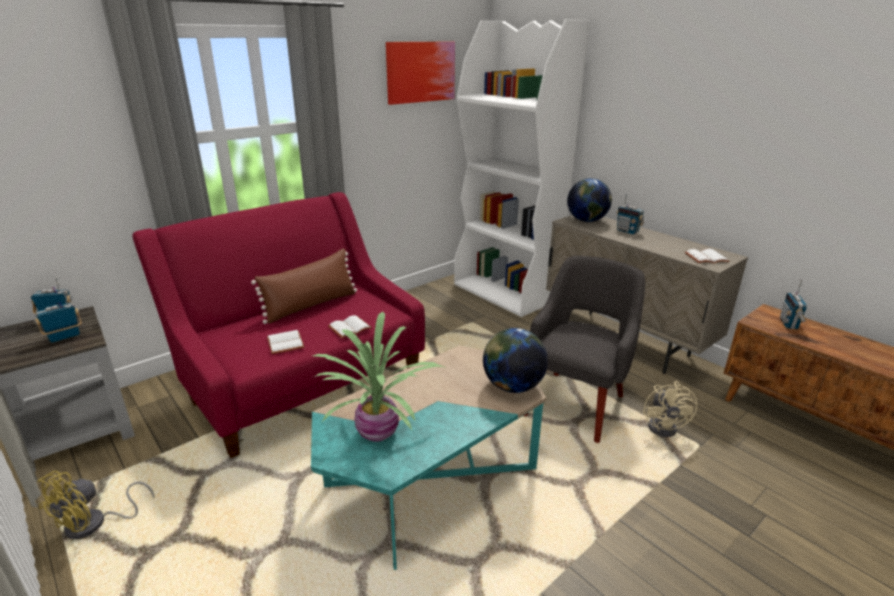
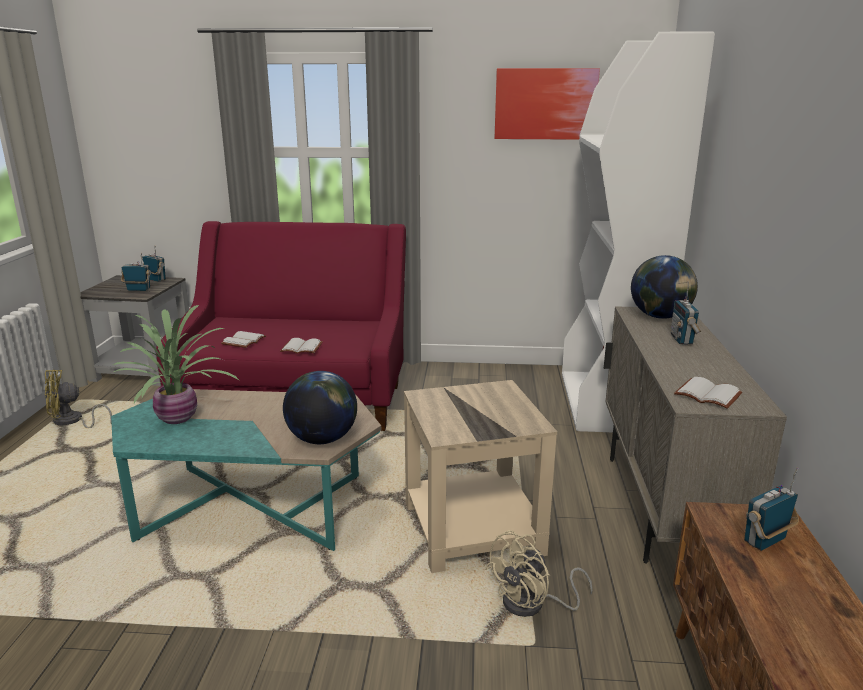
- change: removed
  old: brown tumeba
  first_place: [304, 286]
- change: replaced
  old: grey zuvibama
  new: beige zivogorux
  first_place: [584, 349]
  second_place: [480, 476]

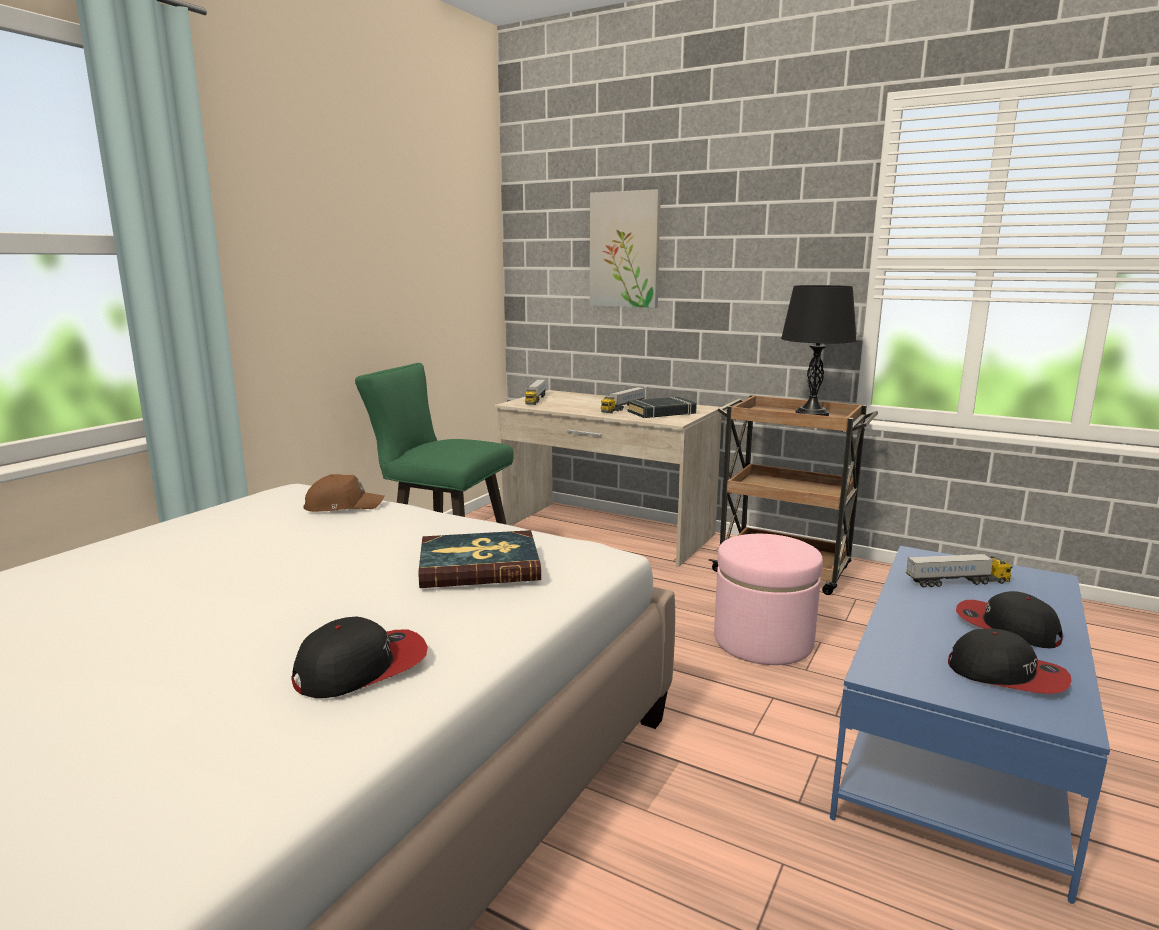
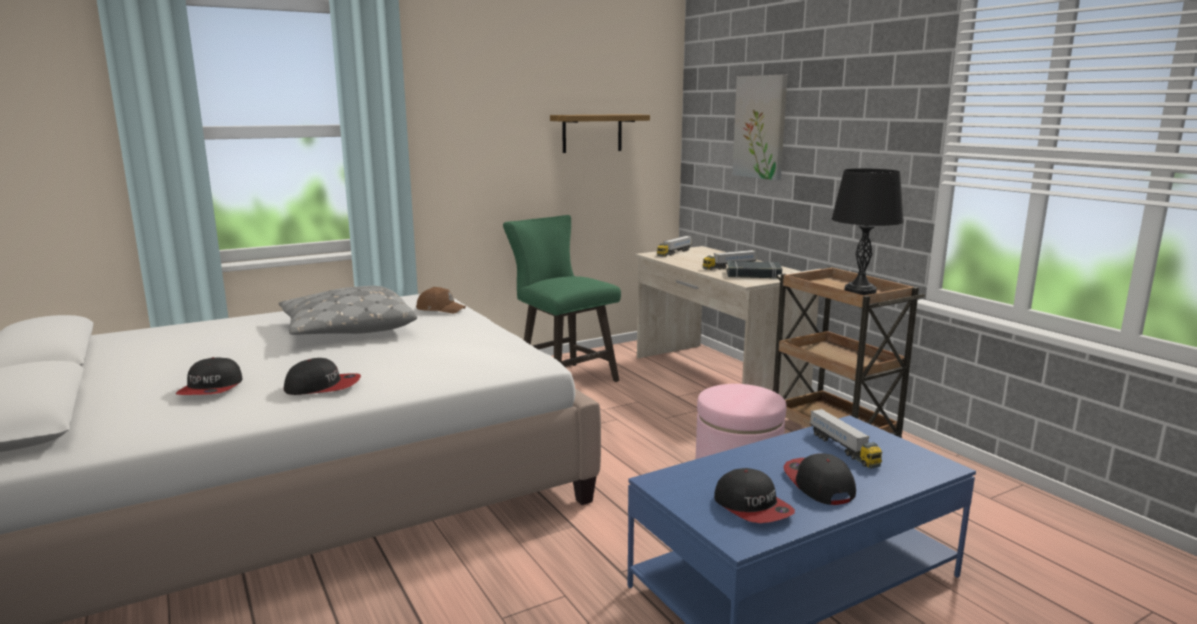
- change: removed
  old: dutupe
  first_place: [479, 559]
- change: turned
  old: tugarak
  first_place: [959, 570]
  second_place: [846, 439]
  degrees: 45
- change: added
  new: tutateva
  second_place: [600, 133]
- change: added
  new: grey tumeba
  second_place: [348, 310]
- change: added
  new: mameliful
  second_place: [209, 376]

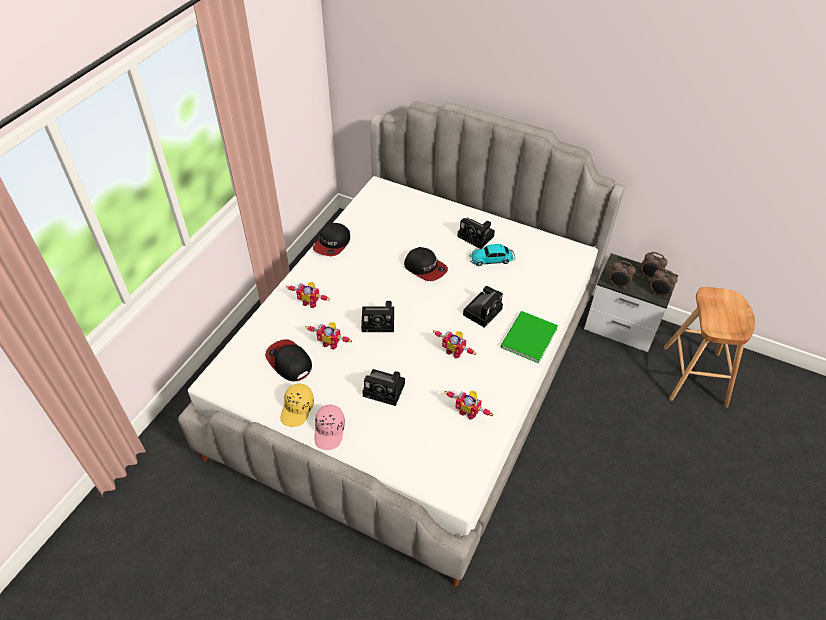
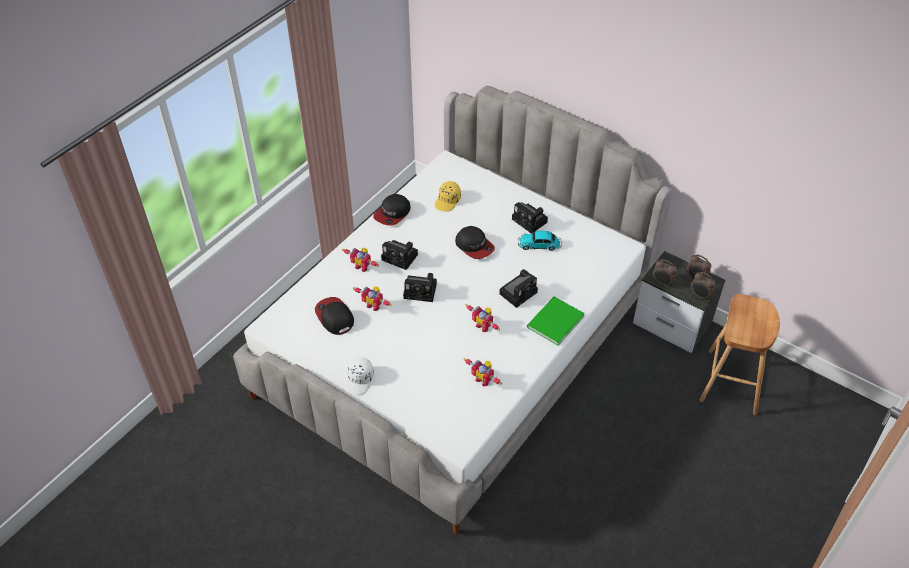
- change: moved
  old: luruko
  first_place: [383, 387]
  second_place: [399, 255]
- change: moved
  old: yellow mameliful
  first_place: [297, 405]
  second_place: [448, 196]
- change: recoloured
  old: pink mameliful
  new: white mameliful
  first_place: [329, 427]
  second_place: [359, 376]

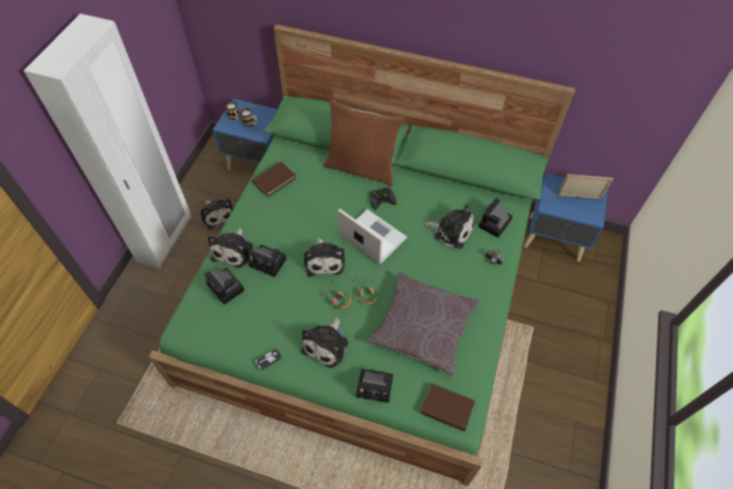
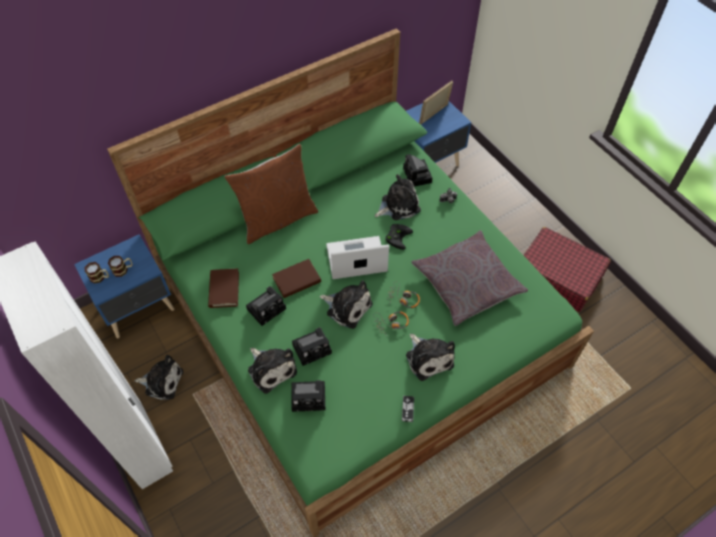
- change: moved
  old: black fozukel
  first_place: [383, 199]
  second_place: [399, 237]
- change: moved
  old: luruko
  first_place: [374, 386]
  second_place: [266, 306]
- change: moved
  old: brown dutupe
  first_place: [448, 408]
  second_place: [296, 278]
- change: added
  new: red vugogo
  second_place: [567, 269]

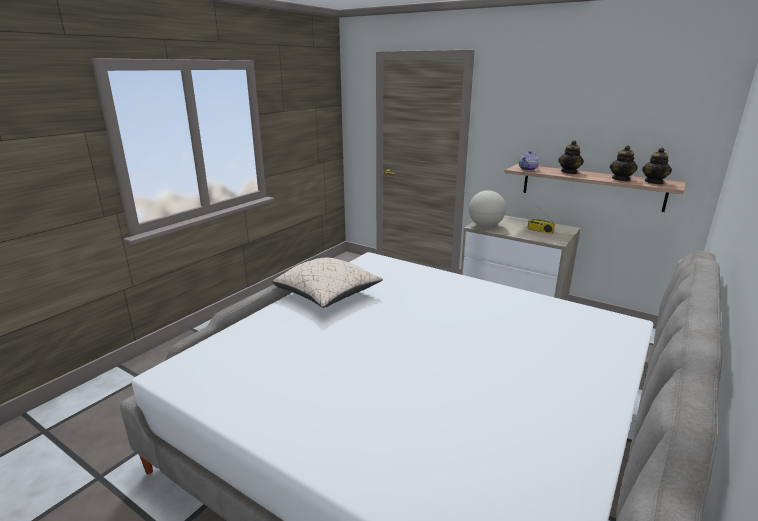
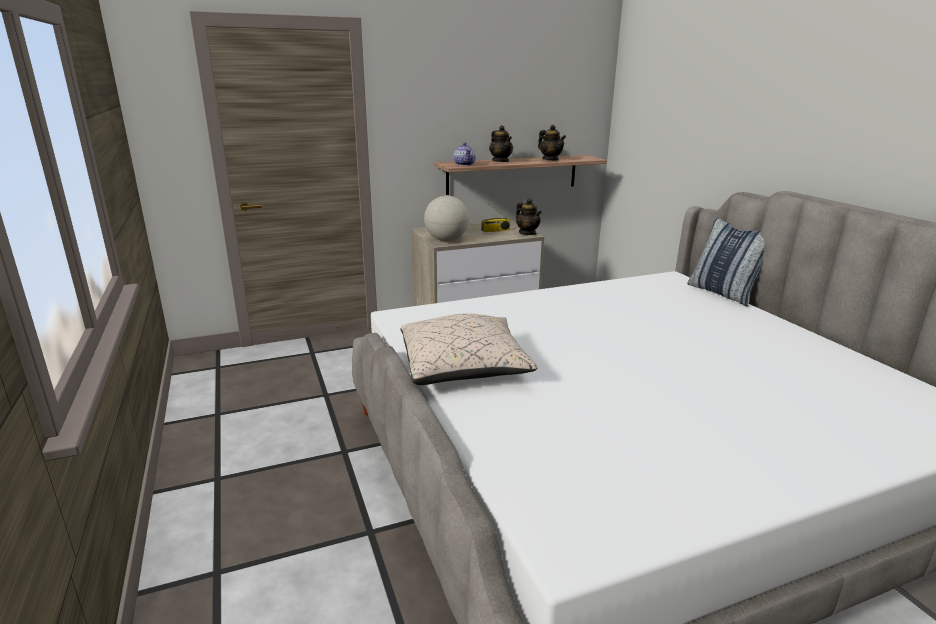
- change: moved
  old: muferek
  first_place: [657, 165]
  second_place: [529, 216]
- change: added
  new: tumeba
  second_place: [726, 261]

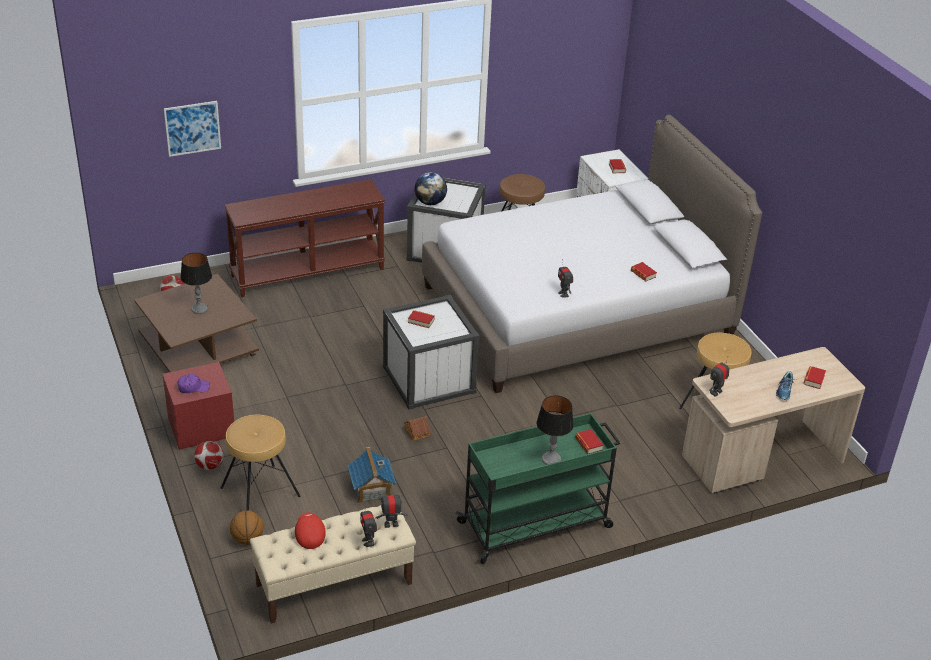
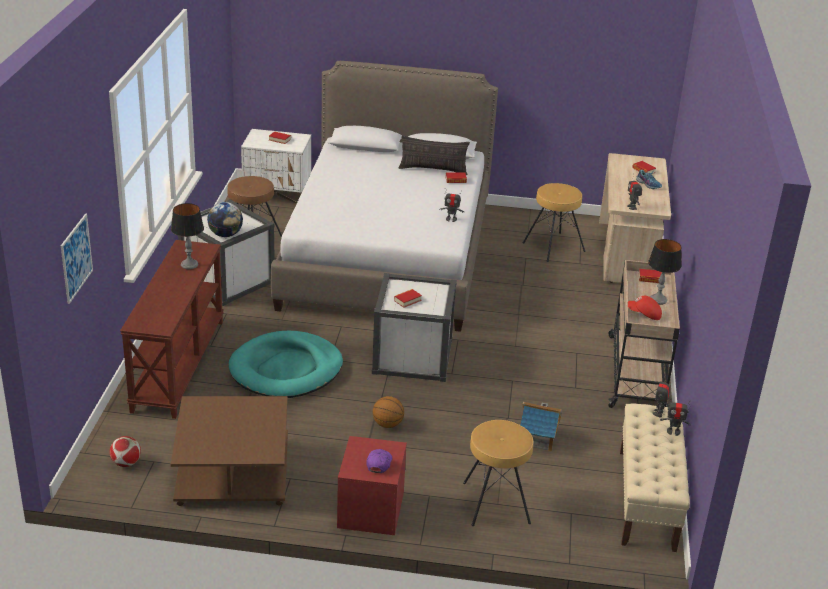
- change: moved
  old: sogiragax
  first_place: [196, 283]
  second_place: [187, 236]
- change: recoloured
  old: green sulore
  new: beige sulore
  first_place: [537, 488]
  second_place: [644, 334]
- change: removed
  old: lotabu
  first_place: [417, 428]
- change: removed
  old: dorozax
  first_place: [209, 455]
- change: moved
  old: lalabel
  first_place: [247, 527]
  second_place: [388, 412]
- change: moved
  old: red mameliful
  first_place: [310, 530]
  second_place: [645, 308]
- change: added
  new: tumeba
  second_place: [434, 155]
- change: added
  new: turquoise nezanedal
  second_place: [286, 364]

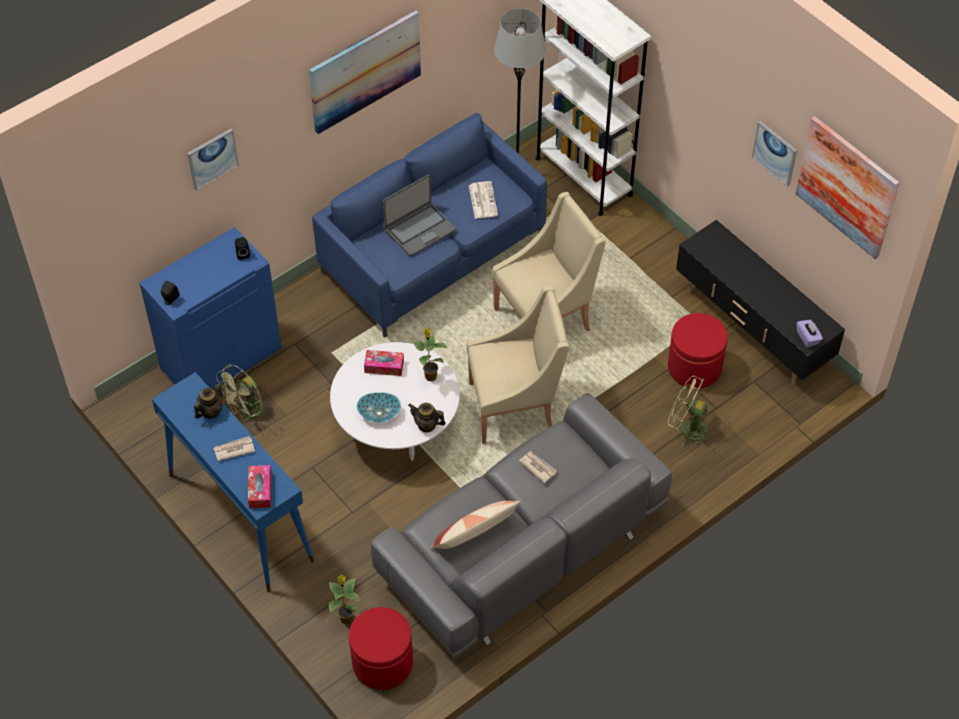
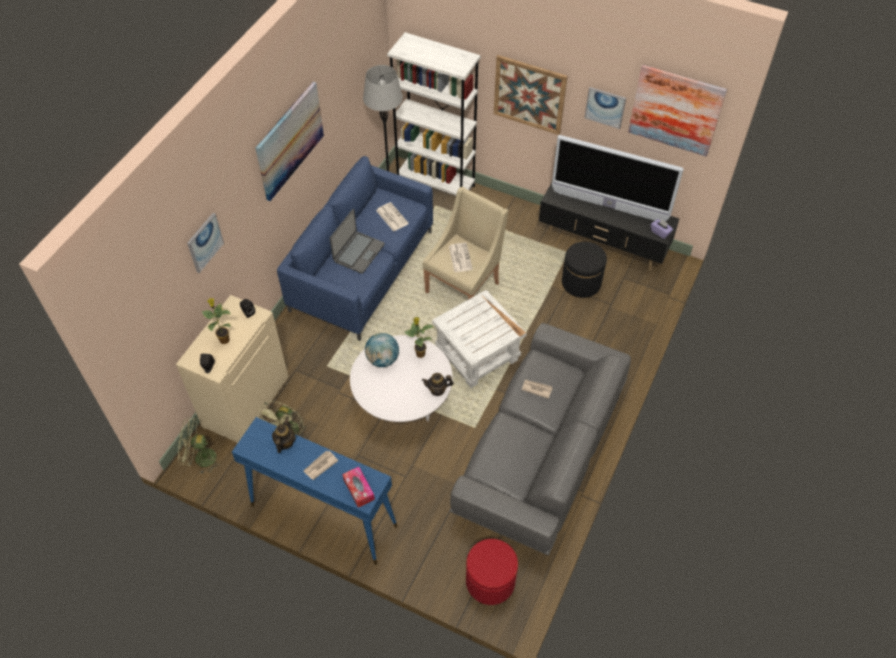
- change: recoloured
  old: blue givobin
  new: beige givobin
  first_place: [210, 308]
  second_place: [232, 369]
- change: replaced
  old: beige zuvibama
  new: white zivogorux
  first_place: [517, 365]
  second_place: [479, 339]
- change: recoloured
  old: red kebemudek
  new: black kebemudek
  first_place: [698, 351]
  second_place: [584, 270]
- change: replaced
  old: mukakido
  new: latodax
  first_place: [384, 363]
  second_place: [382, 350]
- change: moved
  old: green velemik
  first_place: [689, 412]
  second_place: [200, 445]
- change: removed
  old: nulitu
  first_place: [379, 407]
- change: removed
  old: tumeba
  first_place: [475, 524]
- change: moved
  old: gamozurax
  first_place: [344, 600]
  second_place: [216, 321]
- change: added
  new: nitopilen
  second_place: [530, 95]
- change: added
  new: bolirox
  second_place: [618, 178]
- change: added
  new: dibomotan
  second_place: [461, 257]

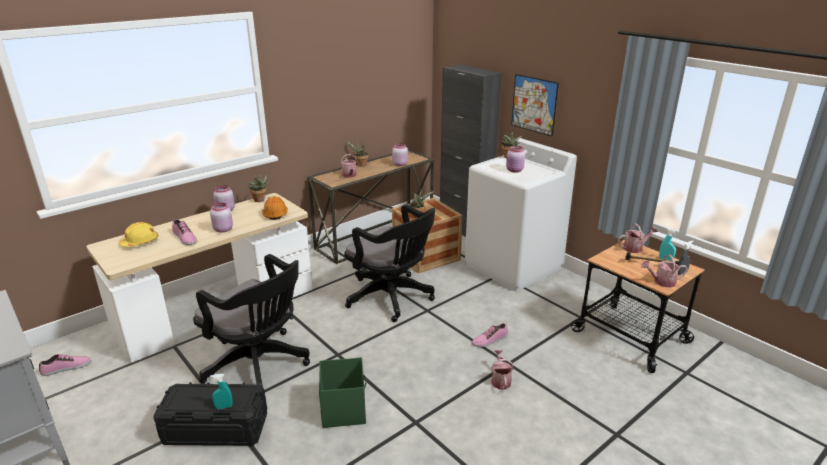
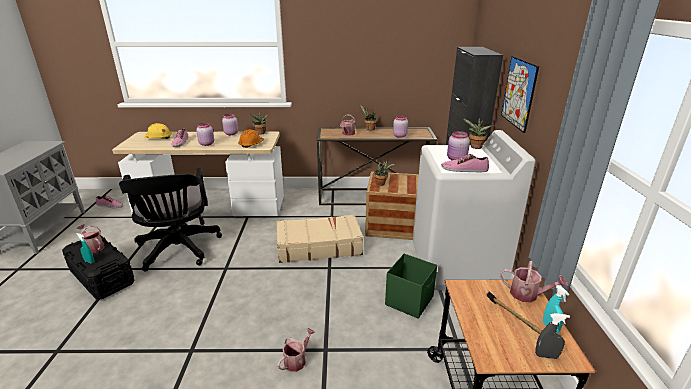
- change: replaced
  old: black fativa
  new: beige vugogo
  first_place: [389, 263]
  second_place: [320, 238]
- change: moved
  old: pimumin
  first_place: [664, 271]
  second_place: [91, 238]
- change: moved
  old: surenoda
  first_place: [490, 335]
  second_place: [465, 163]
- change: moved
  old: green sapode
  first_place: [343, 392]
  second_place: [411, 286]

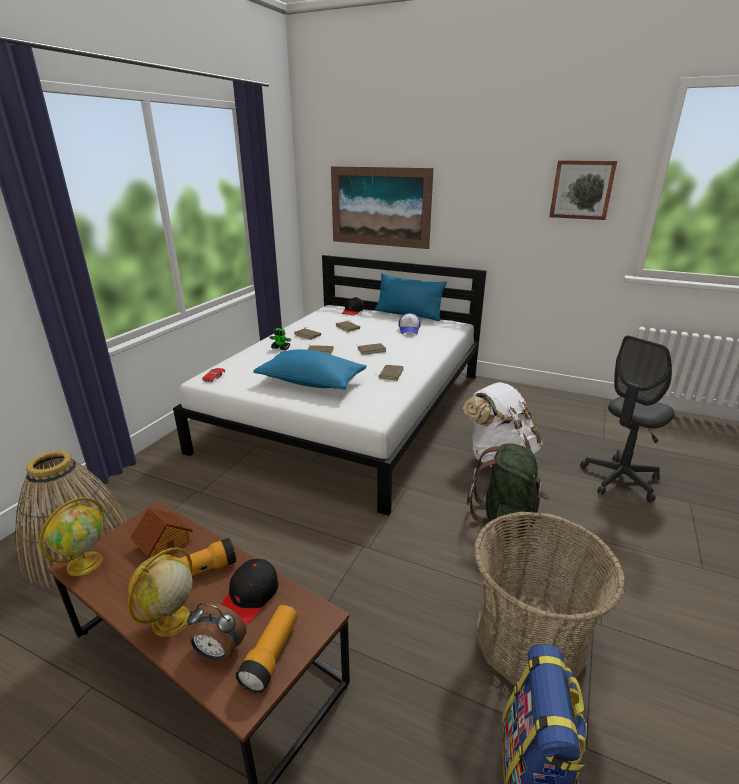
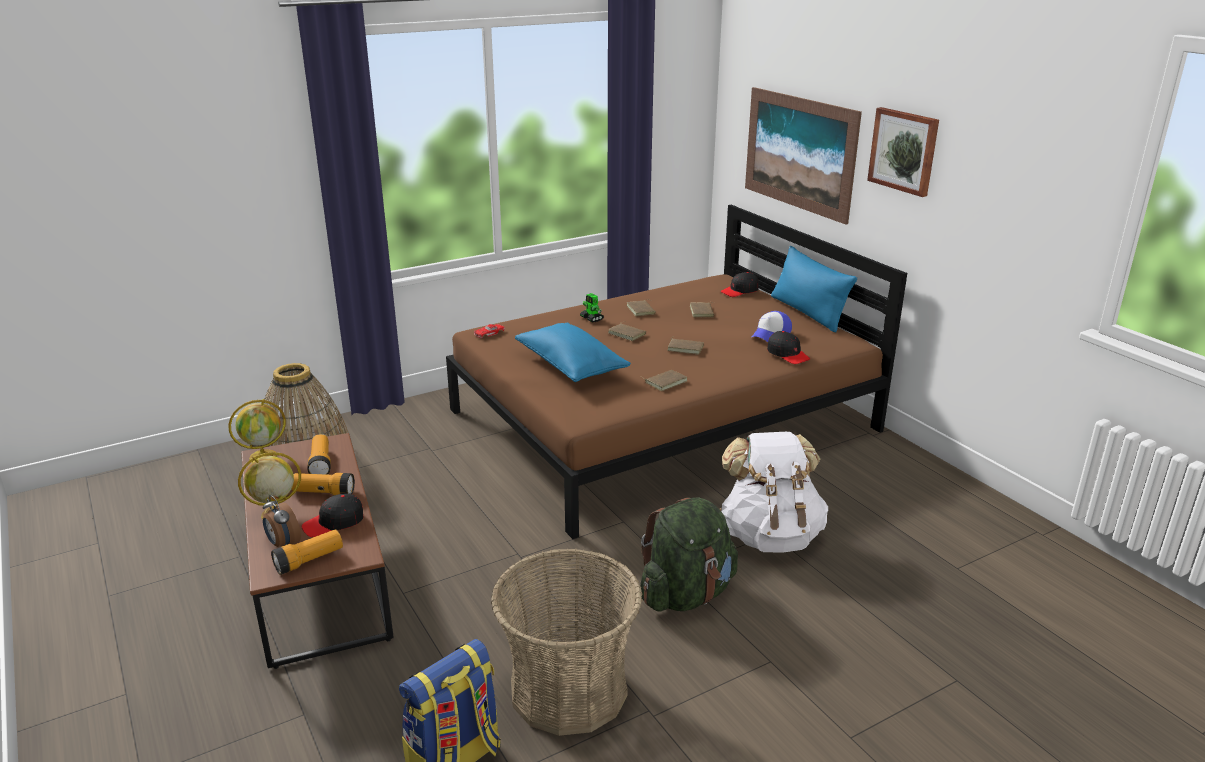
- change: moved
  old: nitopilen
  first_place: [583, 190]
  second_place: [903, 152]
- change: recoloured
  old: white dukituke
  new: brown dukituke
  first_place: [330, 385]
  second_place: [676, 372]
- change: removed
  old: grey fativa
  first_place: [627, 419]
- change: replaced
  old: lotabu
  new: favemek
  first_place: [161, 532]
  second_place: [319, 454]
- change: added
  new: black mameliful
  second_place: [788, 347]

